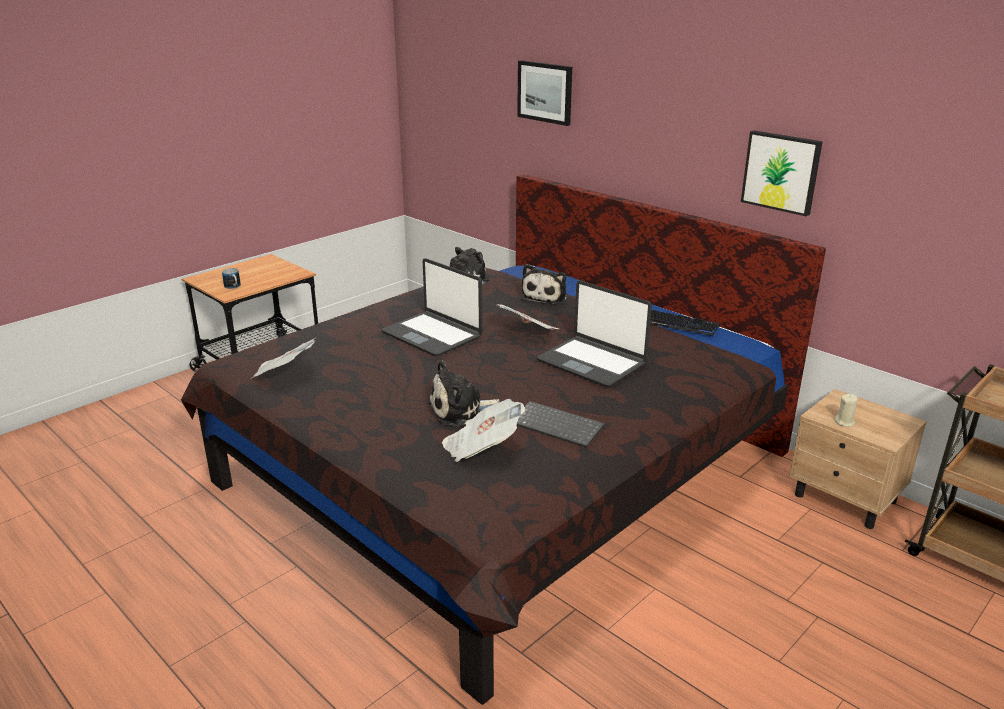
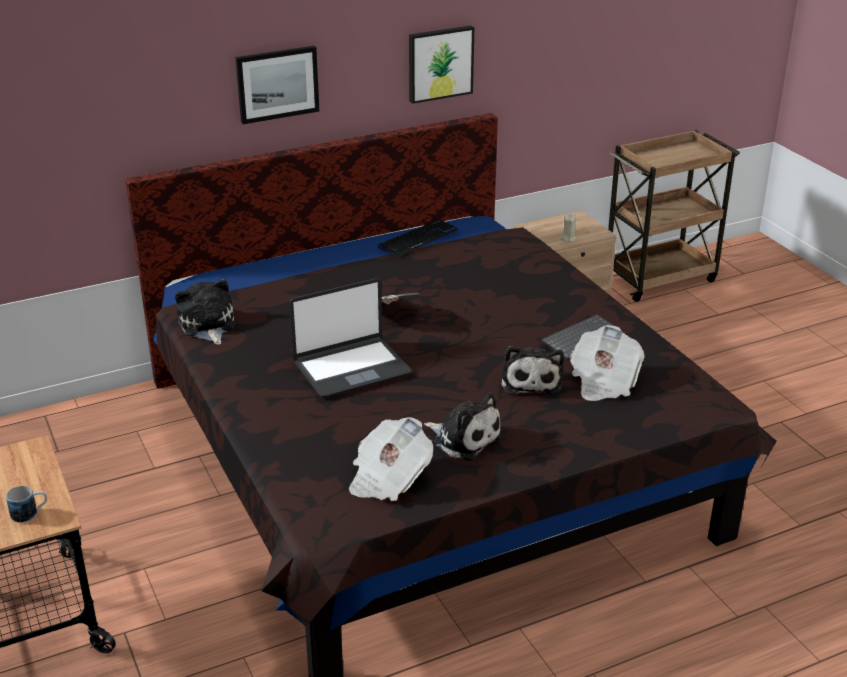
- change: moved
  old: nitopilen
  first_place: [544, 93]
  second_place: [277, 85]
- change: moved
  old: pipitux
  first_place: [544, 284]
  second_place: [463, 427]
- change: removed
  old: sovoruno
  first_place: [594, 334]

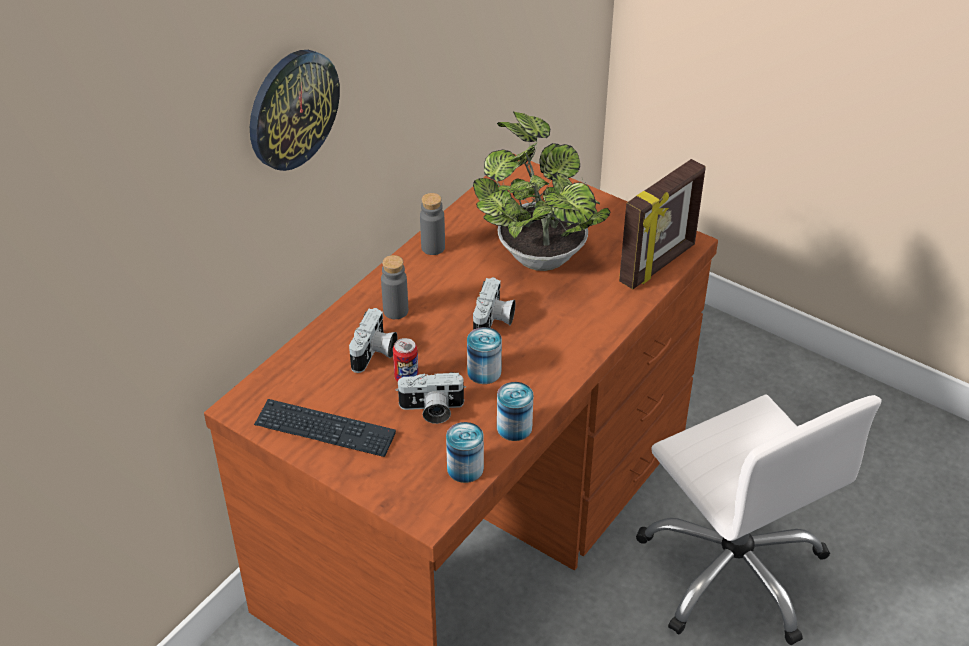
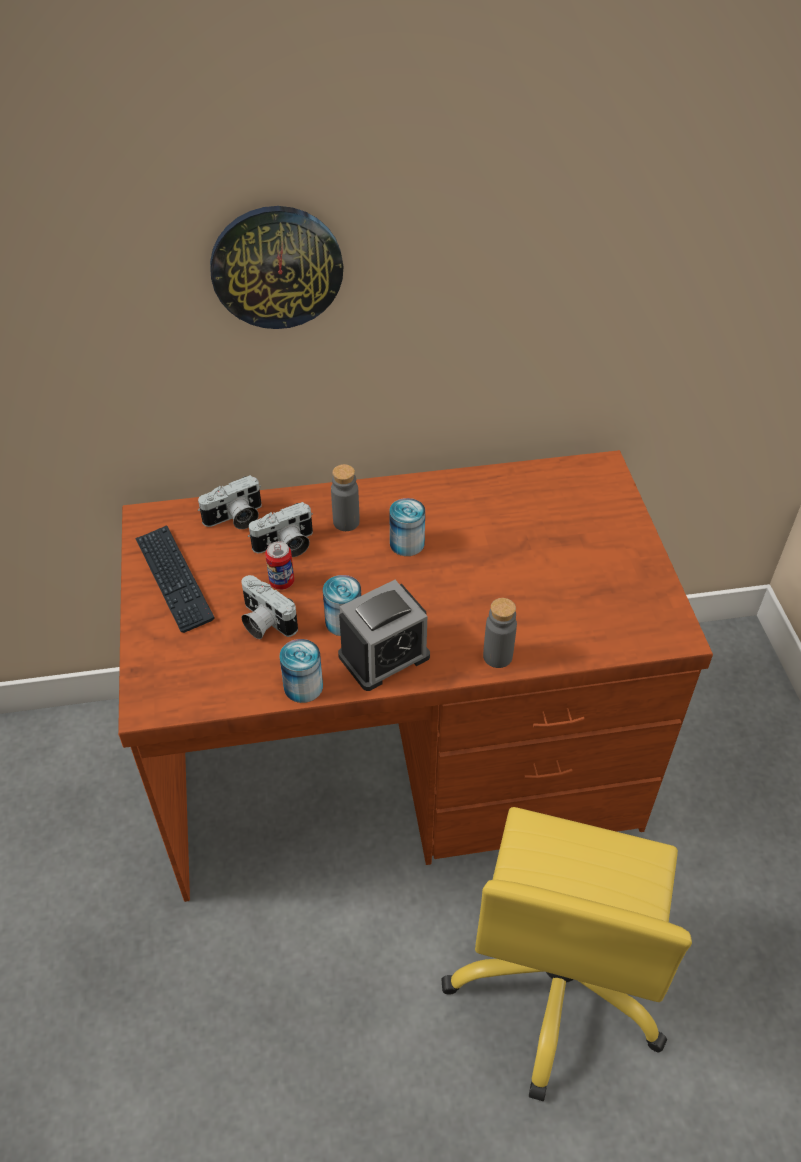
- change: removed
  old: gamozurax
  first_place: [541, 191]
- change: removed
  old: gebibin
  first_place: [662, 224]
- change: moved
  old: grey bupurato
  first_place: [432, 224]
  second_place: [500, 633]
- change: moved
  old: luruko
  first_place: [494, 303]
  second_place: [230, 502]
- change: recoloured
  old: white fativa
  new: yellow fativa
  first_place: [758, 519]
  second_place: [567, 954]
- change: moved
  old: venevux
  first_place: [465, 452]
  second_place: [407, 527]
- change: added
  new: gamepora
  second_place: [384, 635]

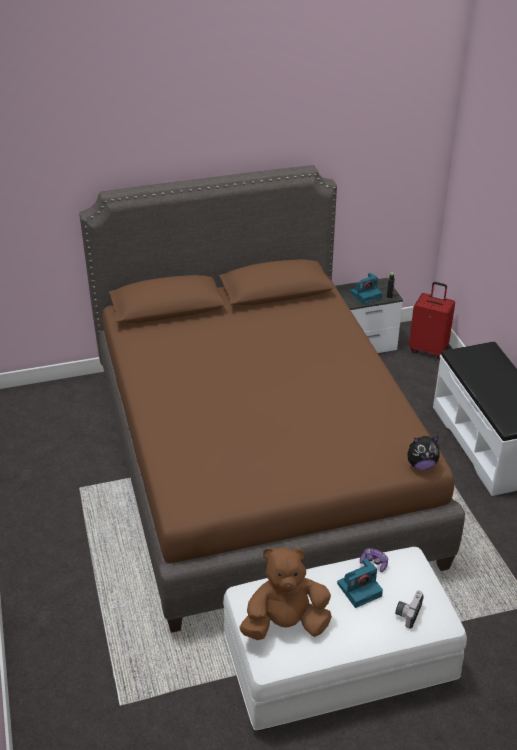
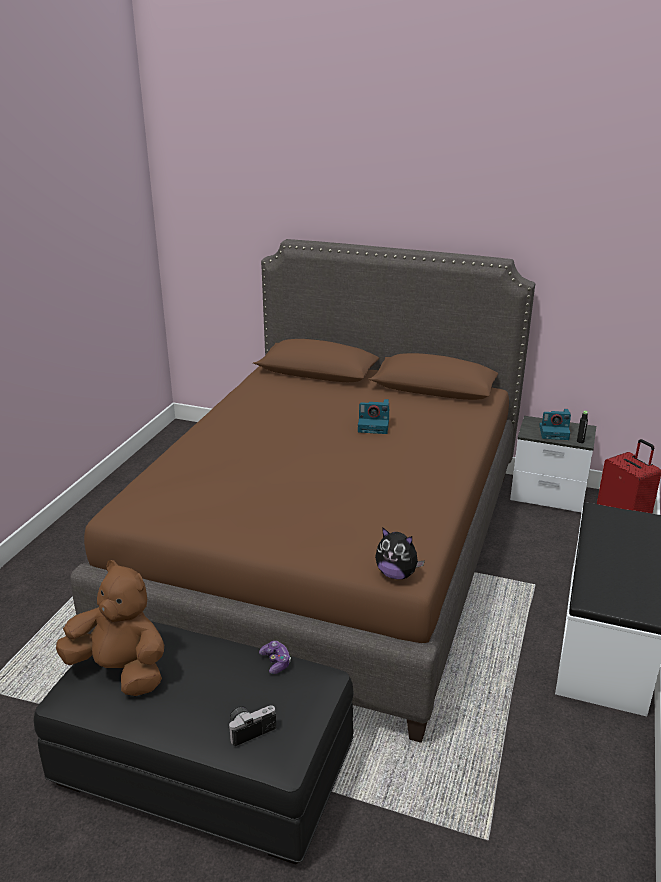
- change: recoloured
  old: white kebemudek
  new: black kebemudek
  first_place: [345, 639]
  second_place: [194, 742]
- change: moved
  old: luruko
  first_place: [360, 583]
  second_place: [373, 416]

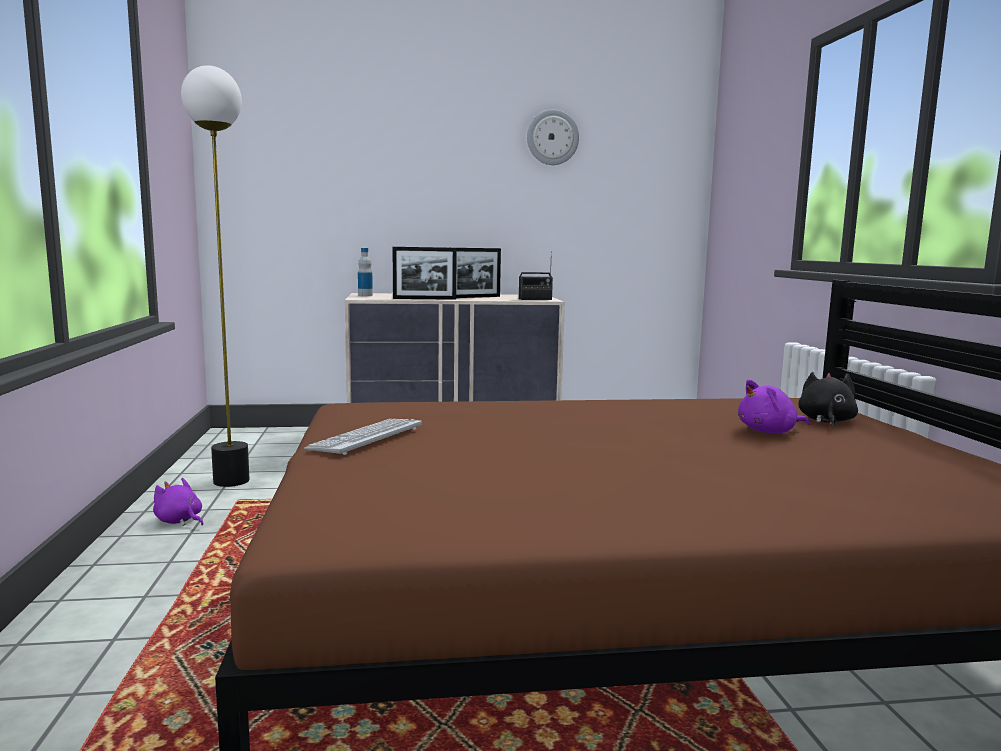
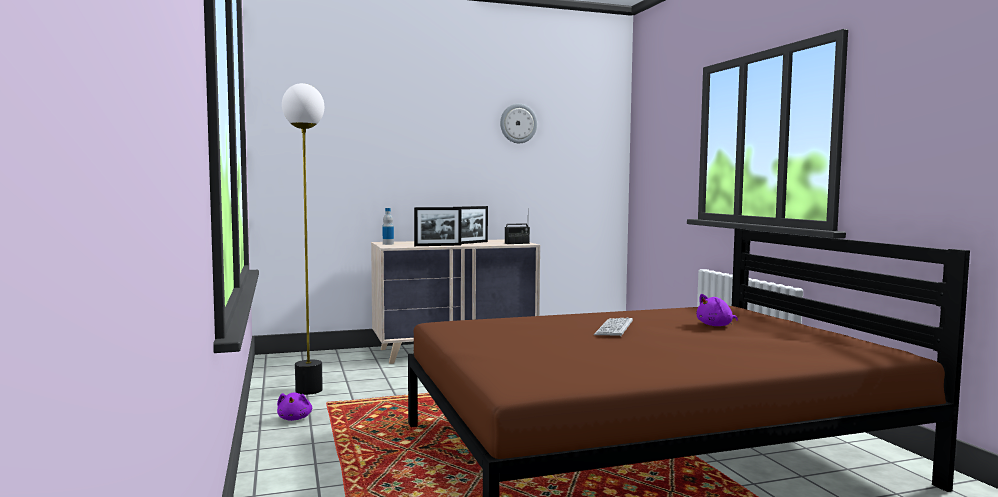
- change: removed
  old: black pipitux
  first_place: [828, 399]
- change: moved
  old: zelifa
  first_place: [363, 437]
  second_place: [613, 327]
- change: turned
  old: purple pipitux
  first_place: [178, 502]
  second_place: [294, 407]
  degrees: -120

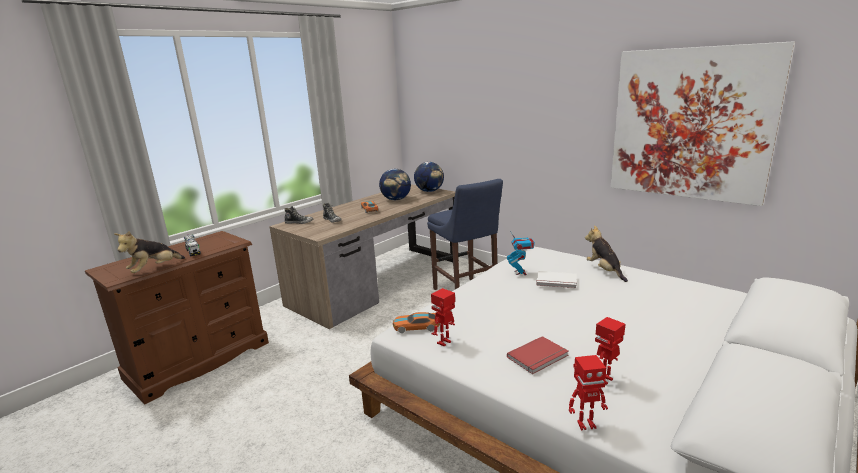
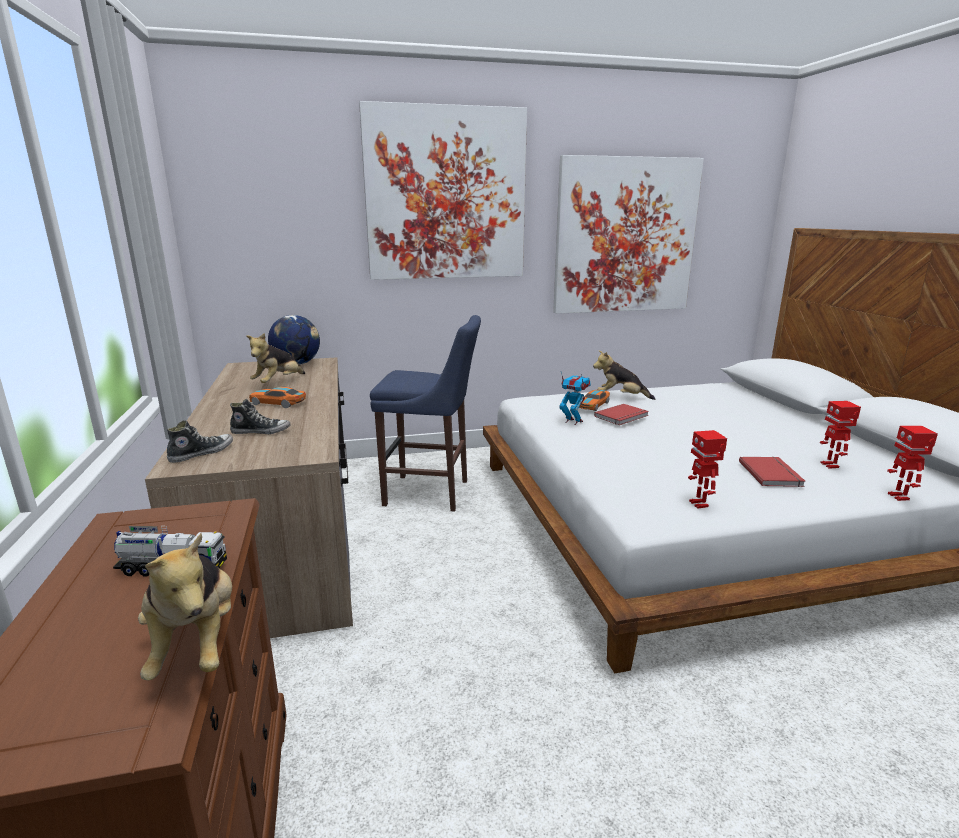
- change: replaced
  old: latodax
  new: pipitux
  first_place: [395, 184]
  second_place: [275, 358]
- change: recoloured
  old: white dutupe
  new: red dutupe
  first_place: [556, 280]
  second_place: [621, 414]
- change: moved
  old: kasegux
  first_place: [417, 322]
  second_place: [594, 400]
- change: turned
  old: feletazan
  first_place: [588, 392]
  second_place: [912, 463]
  degrees: 150
- change: added
  new: nitopilen
  second_place: [443, 190]

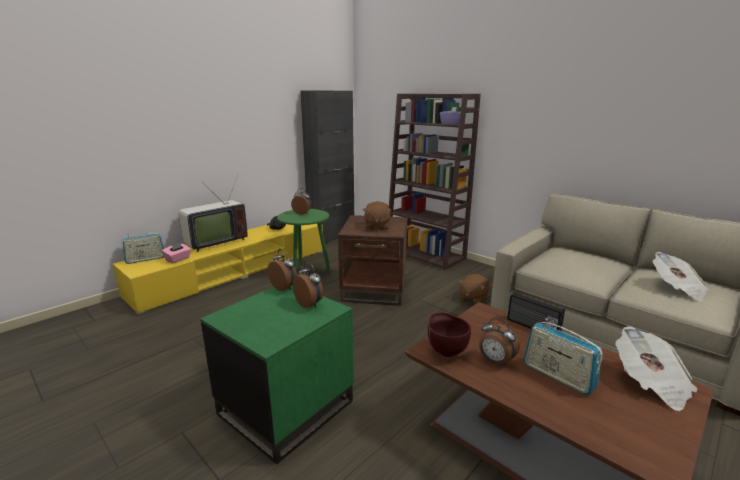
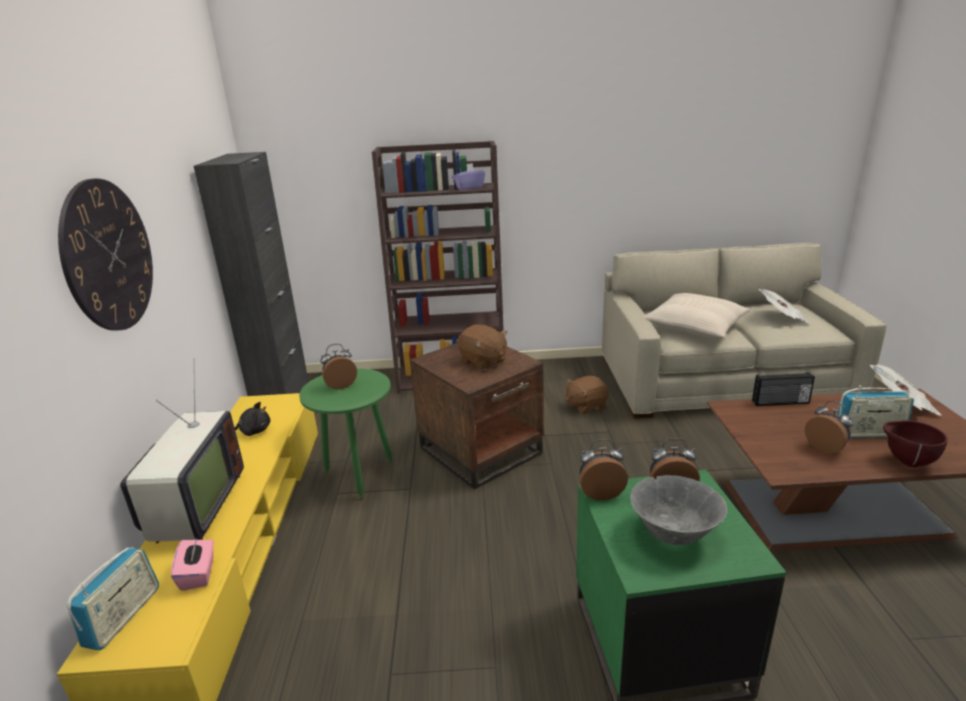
- change: turned
  old: brown pipitux
  first_place: [474, 289]
  second_place: [587, 394]
  degrees: 75
- change: moved
  old: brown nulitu
  first_place: [449, 334]
  second_place: [915, 443]
- change: turned
  old: gamepora
  first_place: [499, 341]
  second_place: [829, 427]
  degrees: -120
- change: added
  new: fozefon
  second_place: [105, 254]
- change: added
  new: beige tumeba
  second_place: [696, 315]
- change: added
  new: grey nulitu
  second_place: [678, 510]

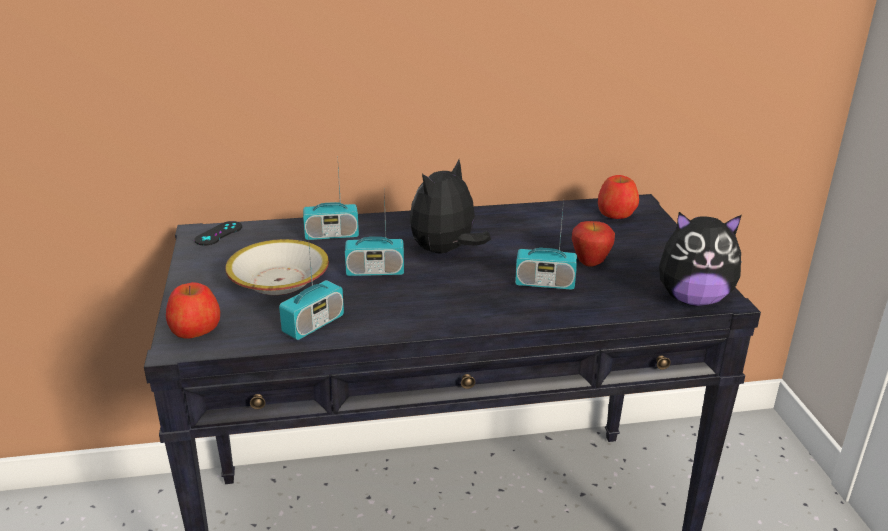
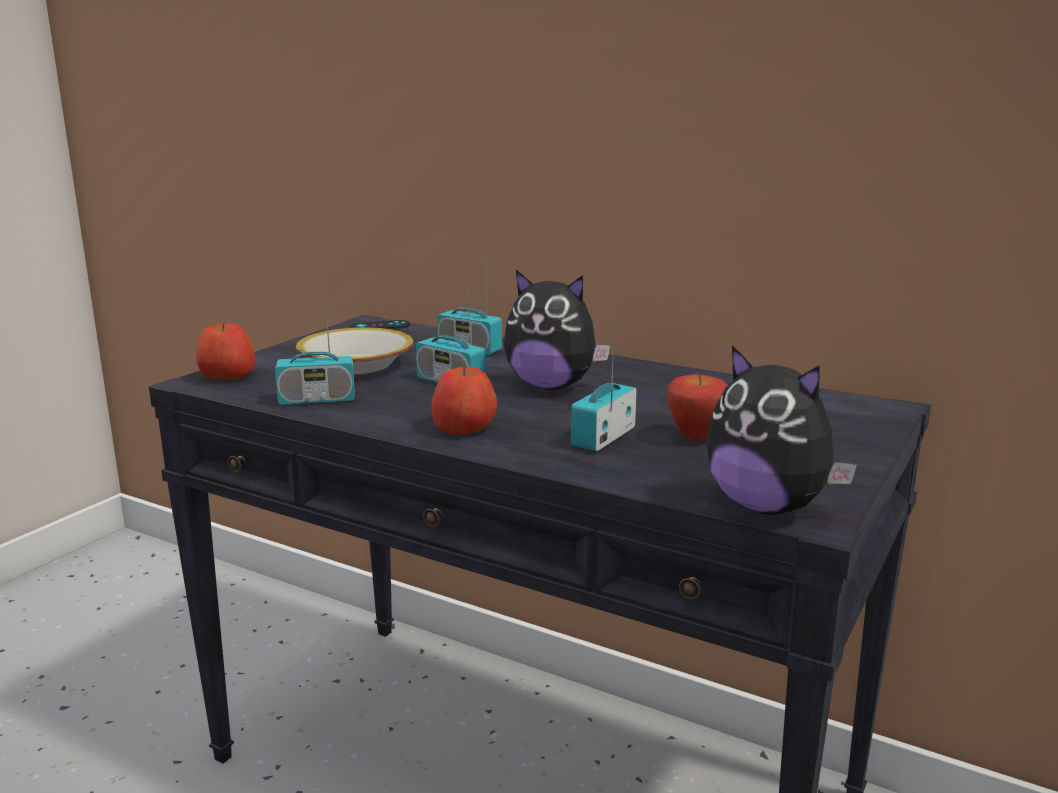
- change: turned
  old: pipitux
  first_place: [450, 206]
  second_place: [557, 330]
  degrees: -150
- change: moved
  old: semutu
  first_place: [618, 197]
  second_place: [464, 401]
- change: turned
  old: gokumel
  first_place: [546, 245]
  second_place: [604, 389]
  degrees: 75

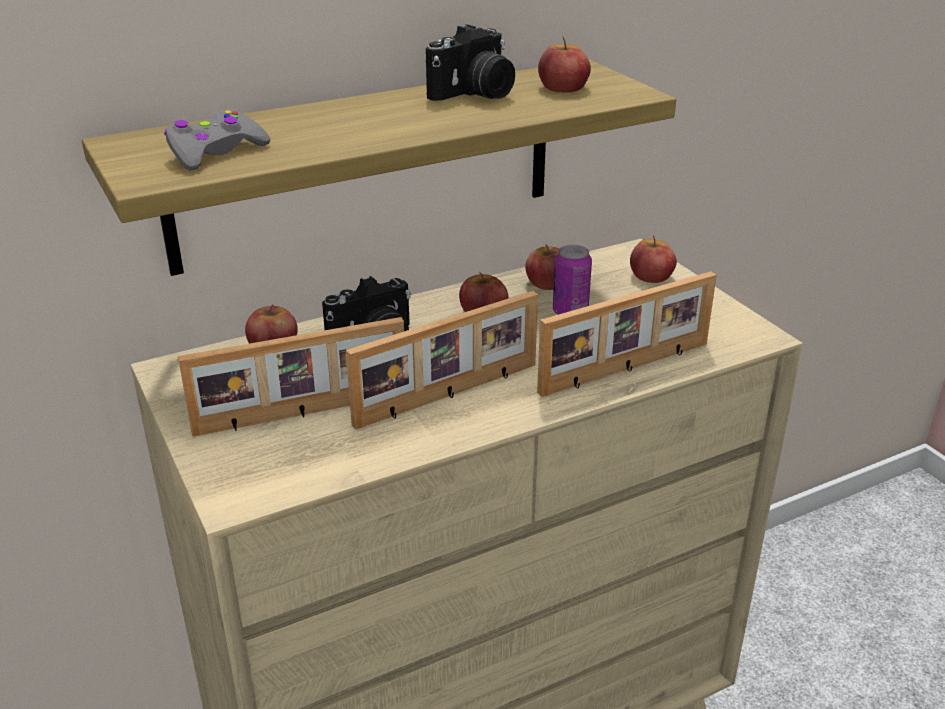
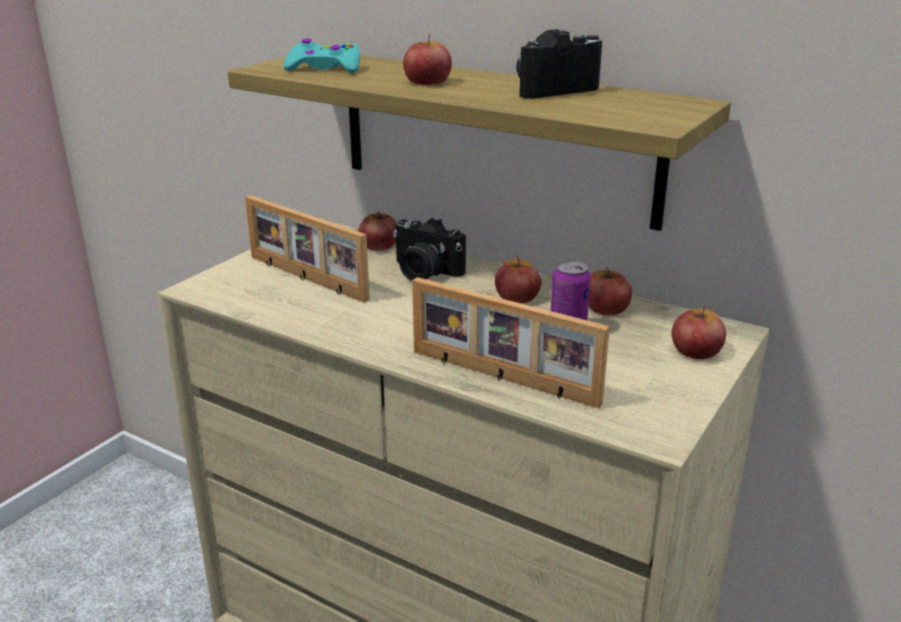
- change: turned
  old: luruko
  first_place: [470, 62]
  second_place: [559, 64]
  degrees: 135
- change: moved
  old: semutu
  first_place: [564, 64]
  second_place: [427, 59]
- change: recoloured
  old: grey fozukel
  new: turquoise fozukel
  first_place: [217, 140]
  second_place: [321, 56]
- change: removed
  old: gebibin
  first_place: [442, 360]

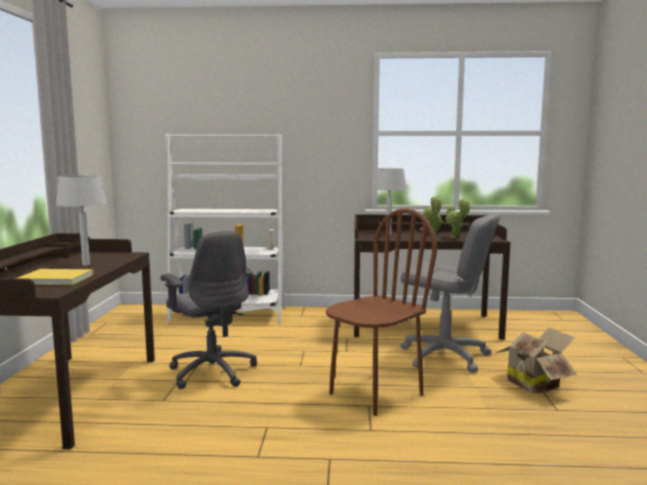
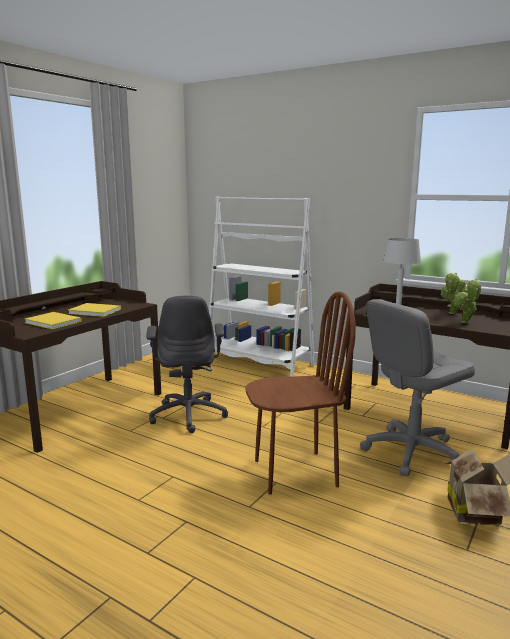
- change: replaced
  old: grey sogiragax
  new: yellow dutupe
  first_place: [81, 220]
  second_place: [94, 310]
- change: turned
  old: grey fativa
  first_place: [450, 293]
  second_place: [417, 387]
  degrees: 90

